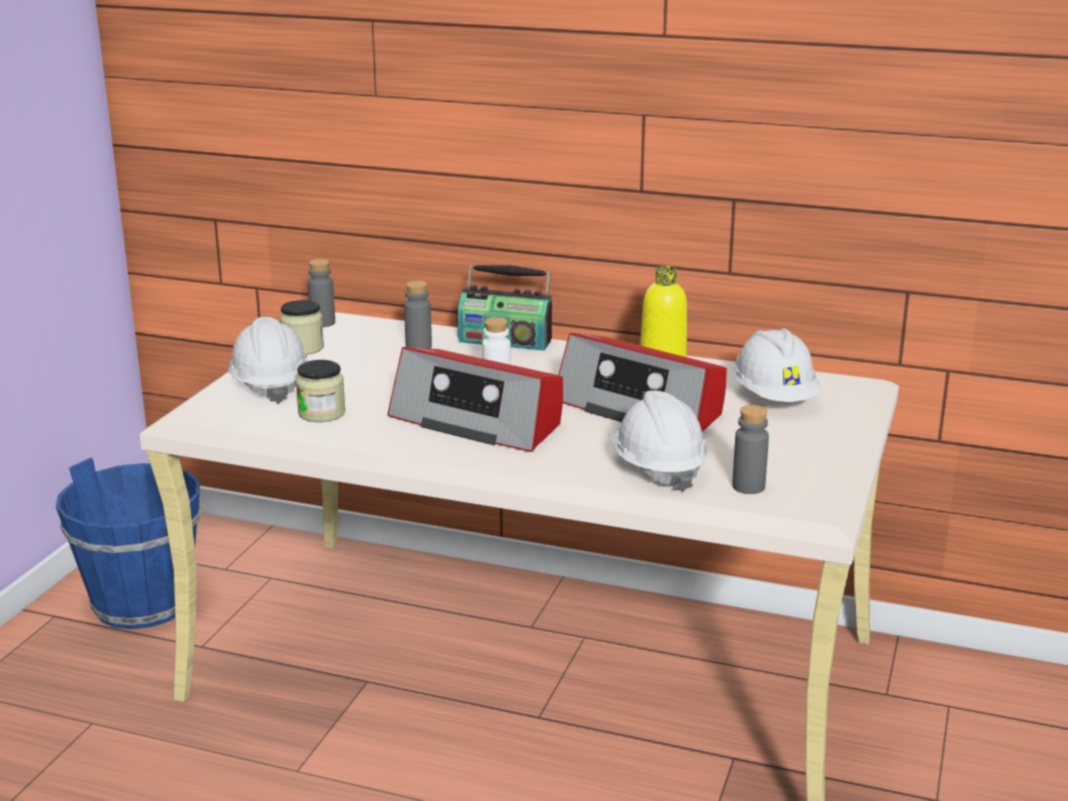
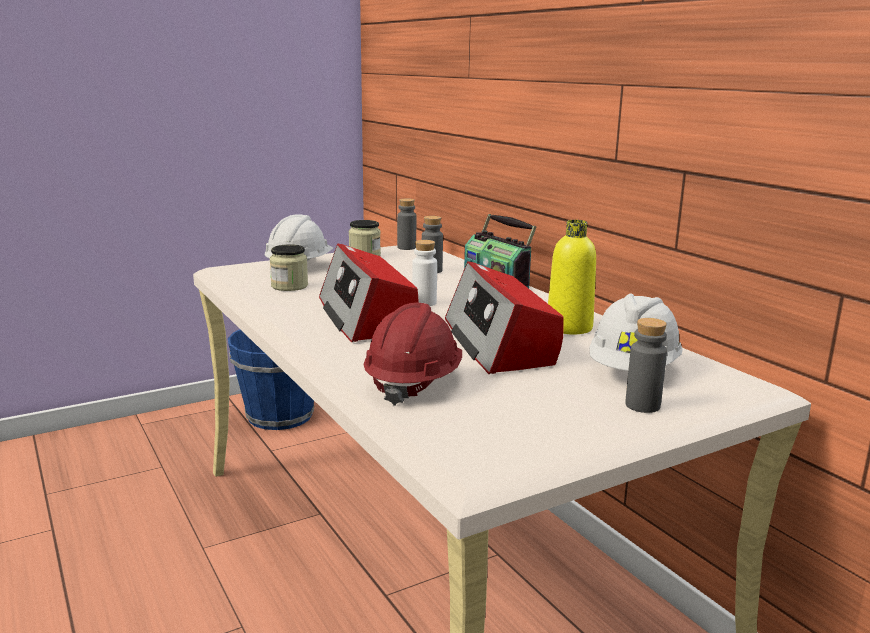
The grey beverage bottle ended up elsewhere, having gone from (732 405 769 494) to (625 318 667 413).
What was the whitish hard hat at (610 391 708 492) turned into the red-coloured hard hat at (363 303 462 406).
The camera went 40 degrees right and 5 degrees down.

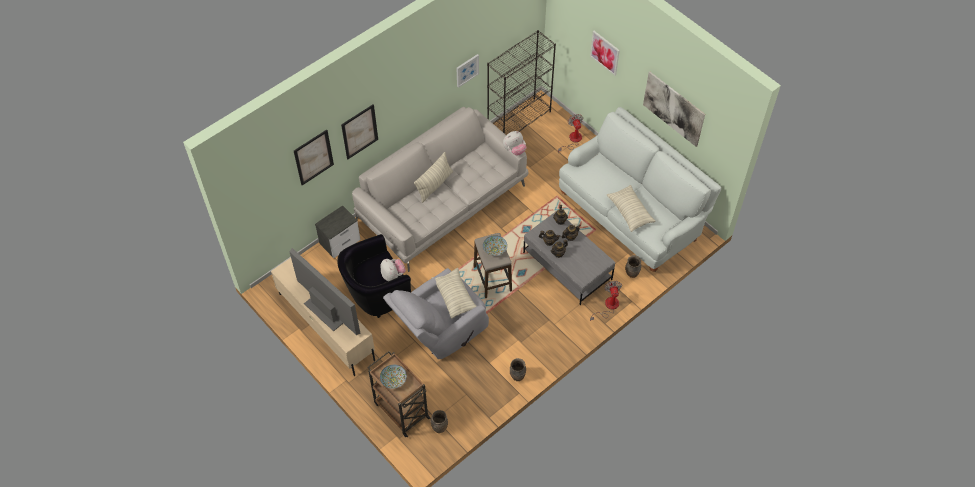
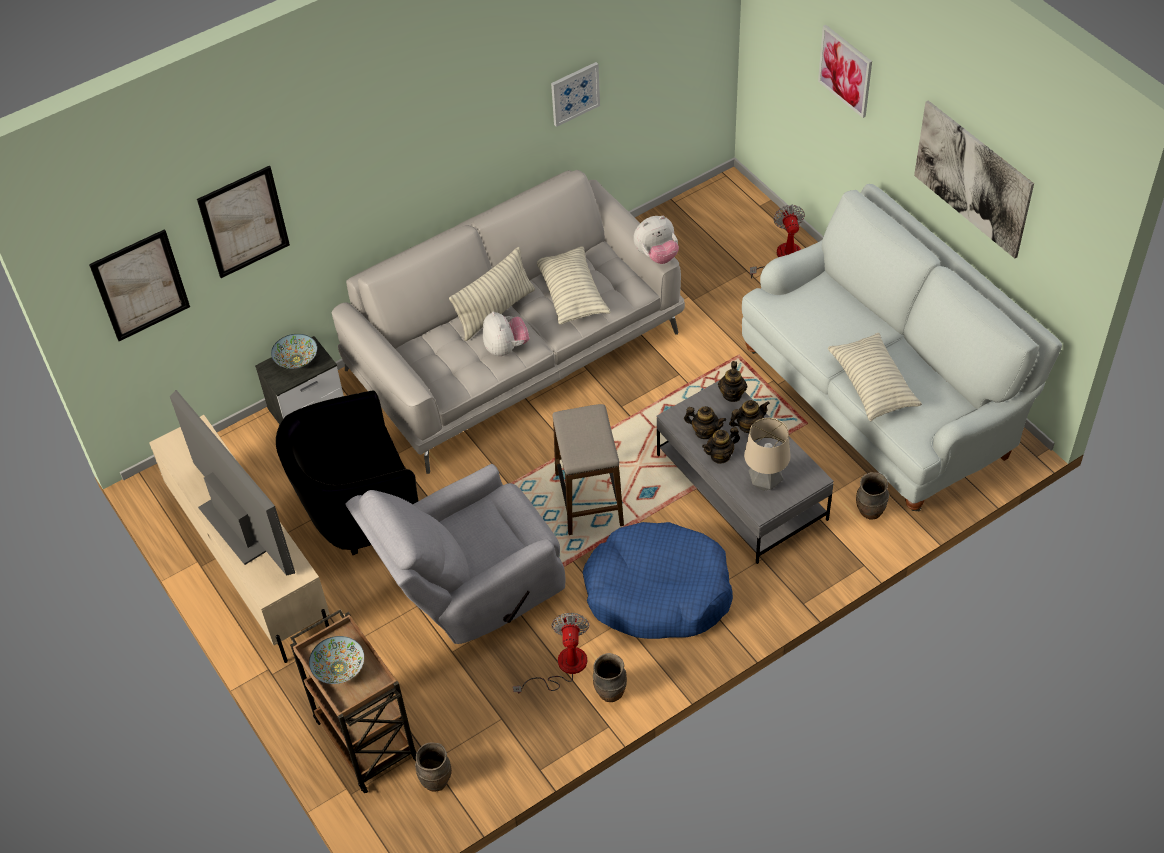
The second view lost the black-coloured bookshelf at (487 30 556 134).
The second view gained the blue-coloured dog bed at (583 522 733 639).
The second view gained the table lamp at (744 418 791 491).
The wall art ended up elsewhere, having gone from (341 104 378 159) to (89 229 190 341).
The cuddly toy ended up elsewhere, having gone from (381 259 406 281) to (483 311 529 356).
The throw pillow ended up elsewhere, having gone from (432 268 476 319) to (537 246 611 324).
The deep dish ended up elsewhere, having gone from (483 235 507 256) to (271 334 317 369).
The fan ended up elsewhere, having gone from (590 281 622 321) to (513 613 590 694).
The camera went 10 degrees right and 5 degrees down.

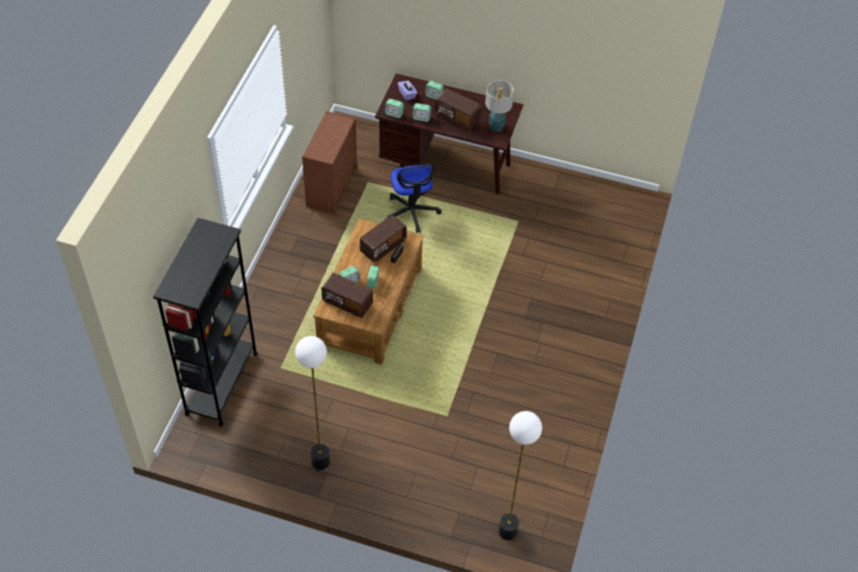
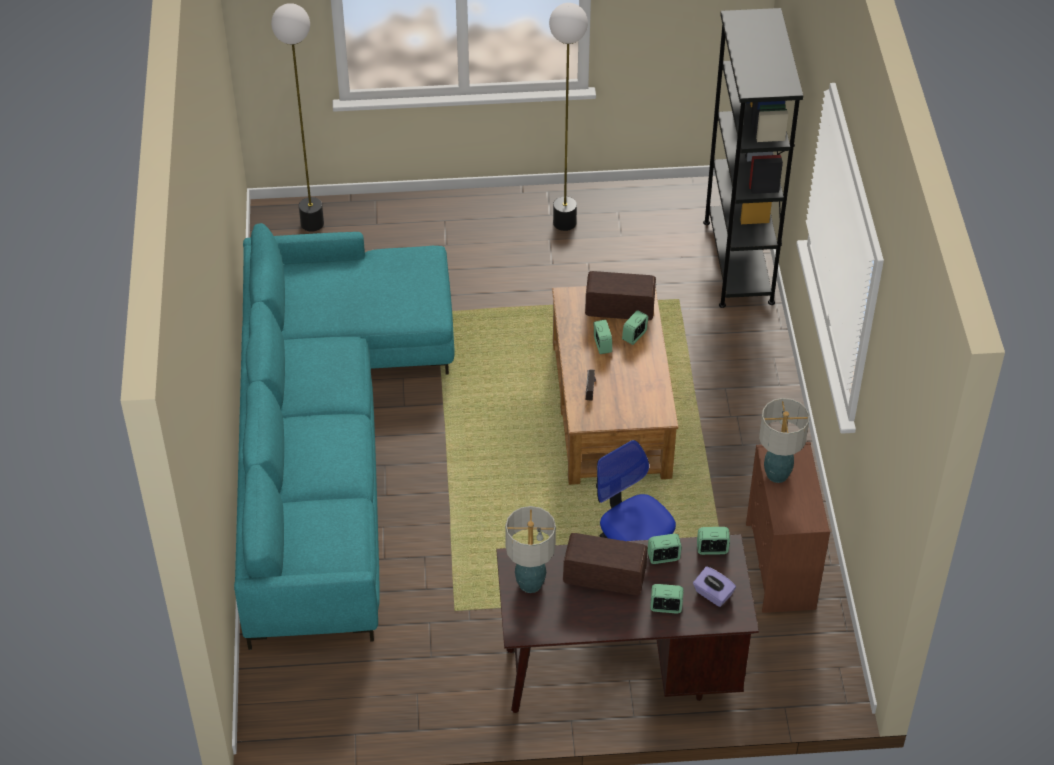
The second view lost the radio at (360 215 407 263).
The second view gained the turquoise settee at (234 223 455 650).
The second view gained the table lamp at (759 398 810 483).
The camera went 160 degrees right and 5 degrees down.

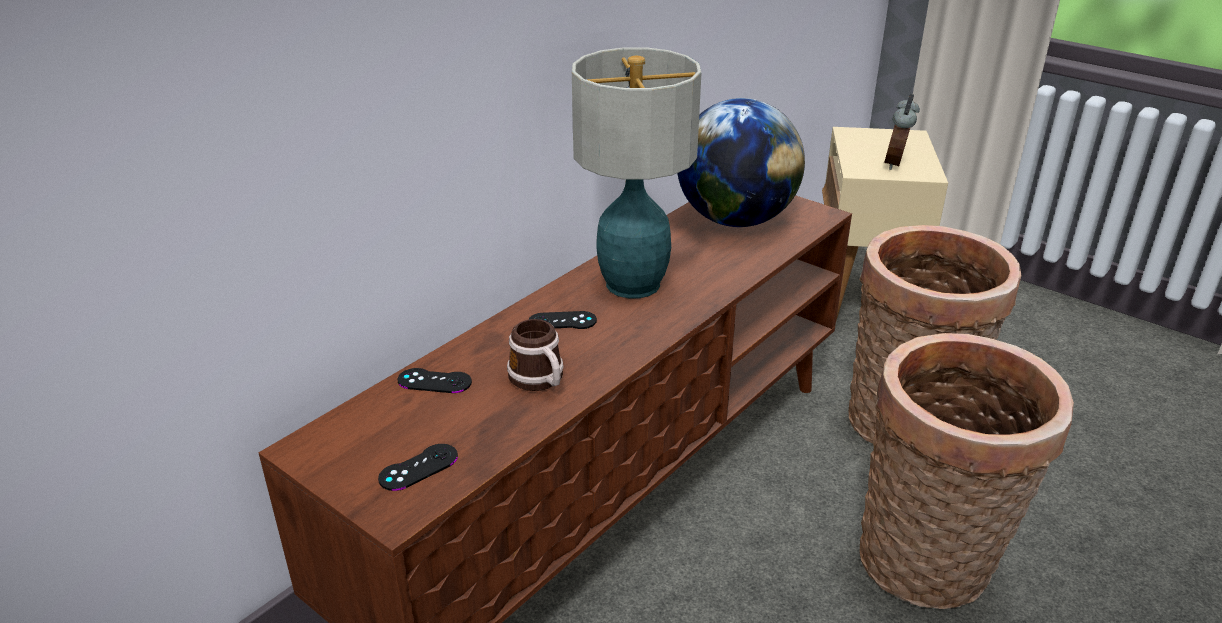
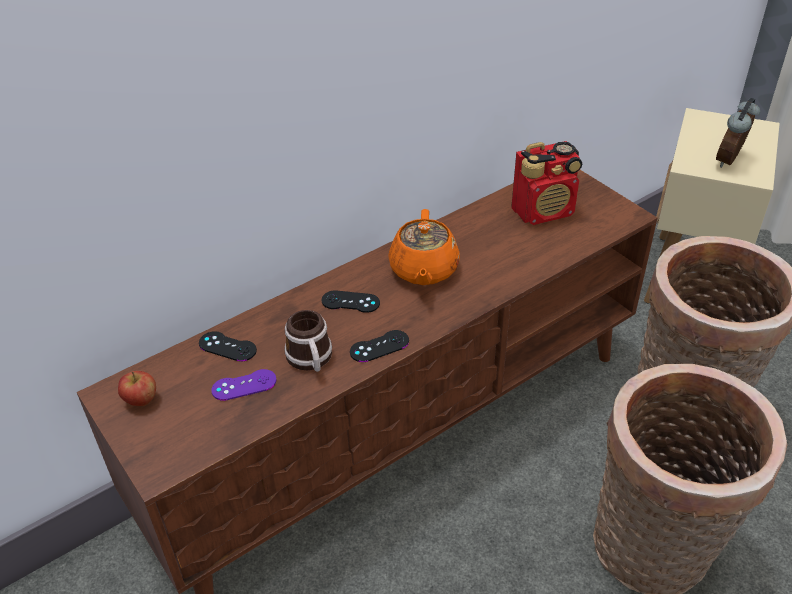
The second view gained the whole apple at (118 371 156 406).
The second view gained the purple joypad at (211 369 276 401).
The black-coloured joypad ended up elsewhere, having gone from (378 444 458 491) to (350 330 409 362).
Where the table lamp stood at (572 47 702 298), the orange-coloured teapot came to stand at (388 209 460 285).
Where the desk globe stood at (677 98 805 227), the radio came to stand at (511 141 582 225).
The camera went 15 degrees right and 10 degrees up.

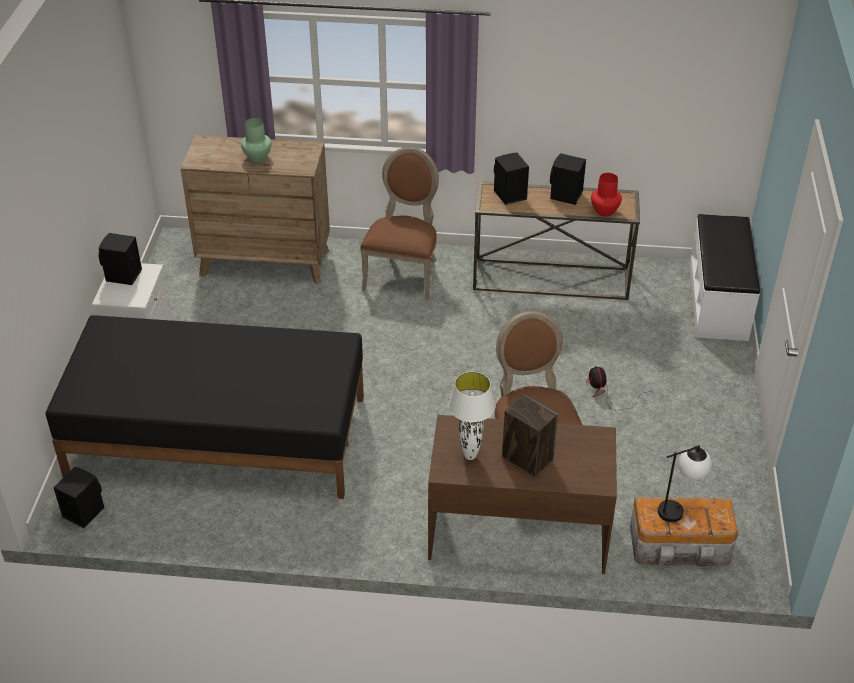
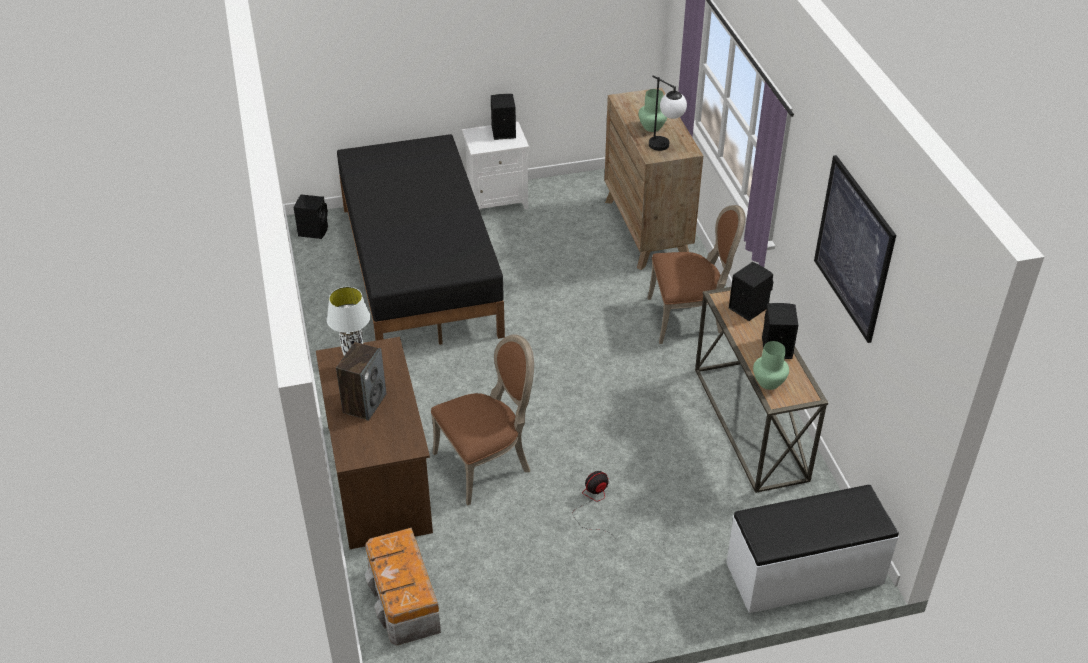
The second view gained the wall art at (814 155 896 343).
The table lamp ended up elsewhere, having gone from (658 445 712 522) to (649 76 687 151).
What was the red-coloured decorative vase at (591 173 622 217) turned into the greenish decorative vase at (753 341 789 390).
The camera went 70 degrees right and 0 degrees up.

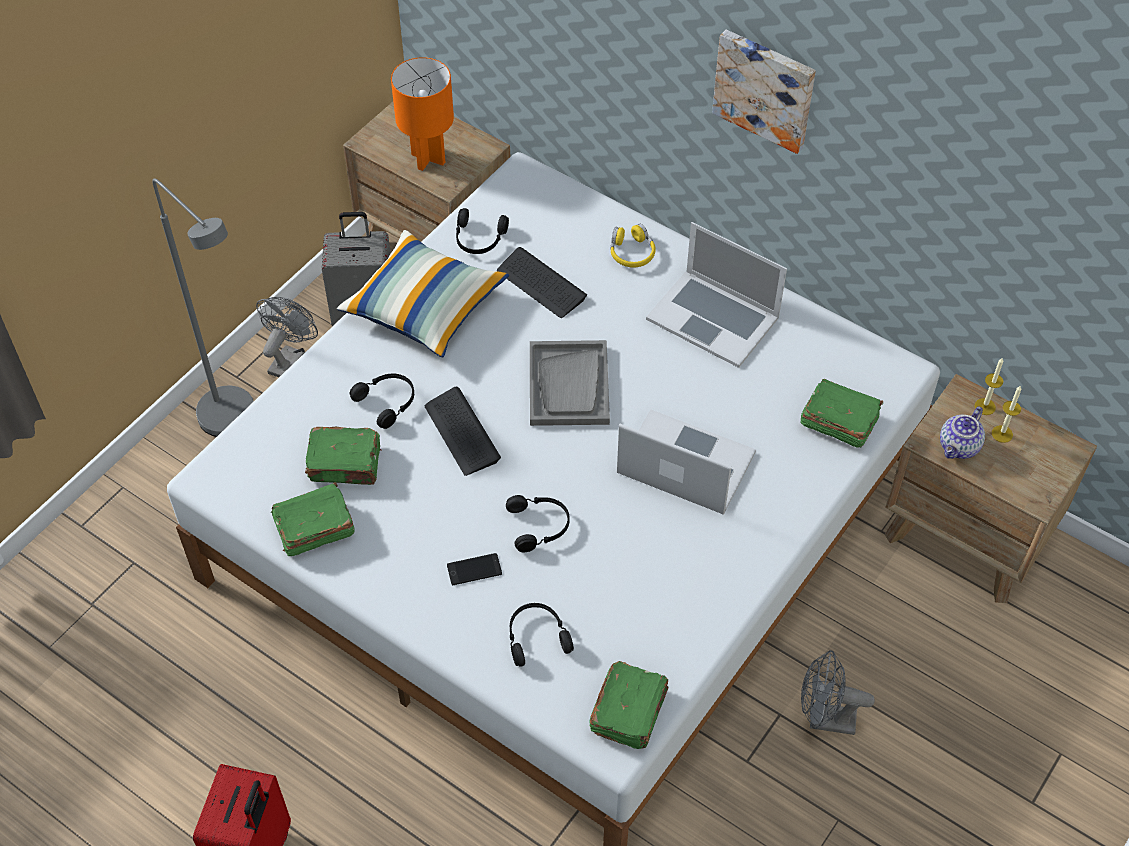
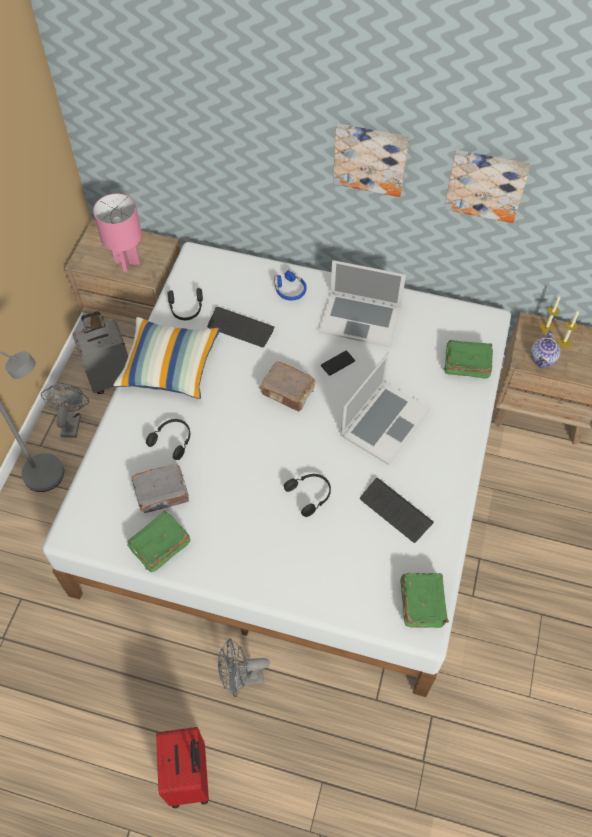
The second view lost the black-coloured headset at (510 603 574 667).
The second view gained the wall art at (444 150 531 223).
The PC keyboard ended up elsewhere, having gone from (425 387 501 476) to (360 478 434 543).
The phone ended up elsewhere, having gone from (447 553 502 585) to (321 351 355 376).
The grey fan ended up elsewhere, having gone from (801 650 875 735) to (218 638 269 697).
Where the grey tray stood at (530 340 610 426), the brownish book came to stand at (259 361 316 412).
What was the greenish book at (305 427 381 485) turned into the grey book at (132 464 189 513).
What was the orange-coloured table lamp at (391 57 454 171) turned into the pink table lamp at (93 194 142 272).
What was the yellowish headset at (611 223 656 268) turned into the blue-coloured headset at (274 269 307 300).
The notebook computer at (617 409 756 514) ended up facing another way, 120 degrees clockwise from before.
The camera went 20 degrees left and 5 degrees up.

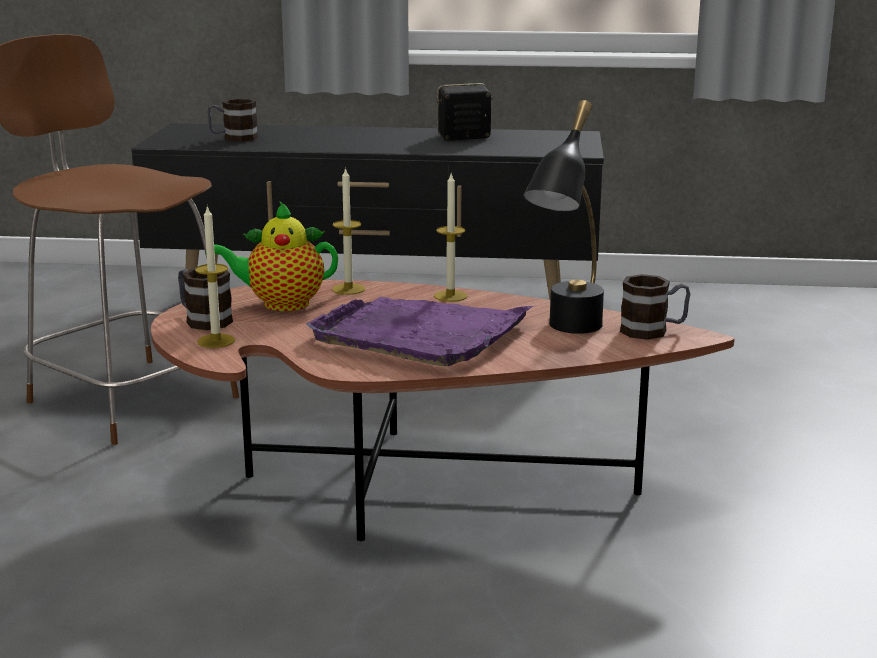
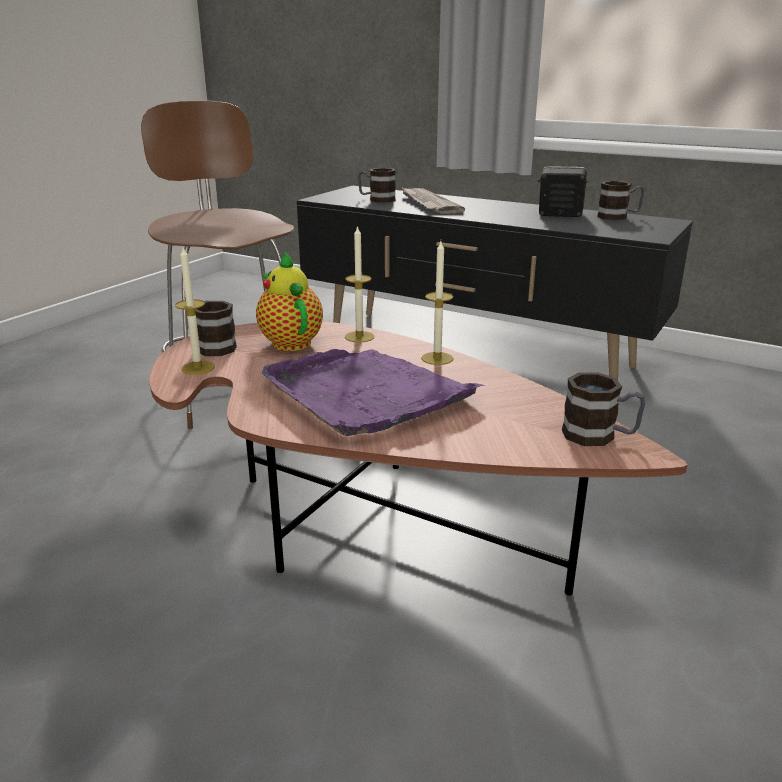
The second view lost the black-coloured table lamp at (524 100 604 334).
The second view gained the daily paper at (401 187 465 214).
The second view gained the coffee mug at (597 181 644 220).
The teapot at (214 201 338 311) ended up facing another way, 45 degrees clockwise from before.
The camera went 25 degrees right and 5 degrees up.

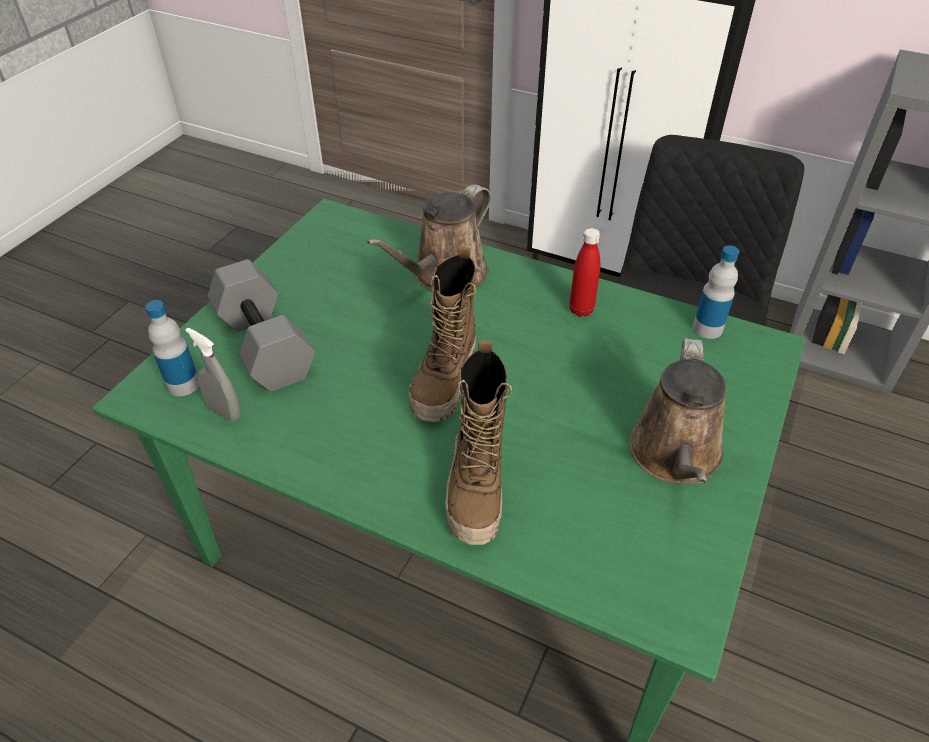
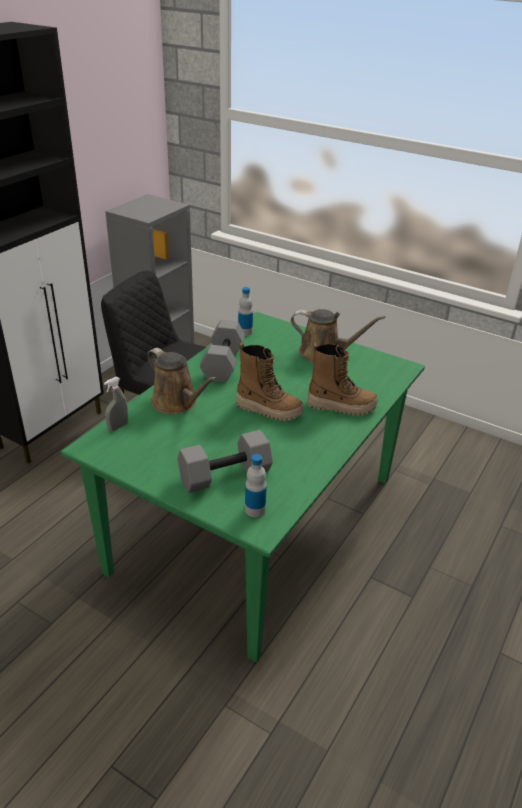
The grey spray bottle ended up elsewhere, having gone from (186 328 241 422) to (104 377 128 431).
Where the red-coloured beverage bottle stood at (569 228 600 317), the grey hand weight came to stand at (200 320 245 382).
The camera went 85 degrees left and 10 degrees down.

